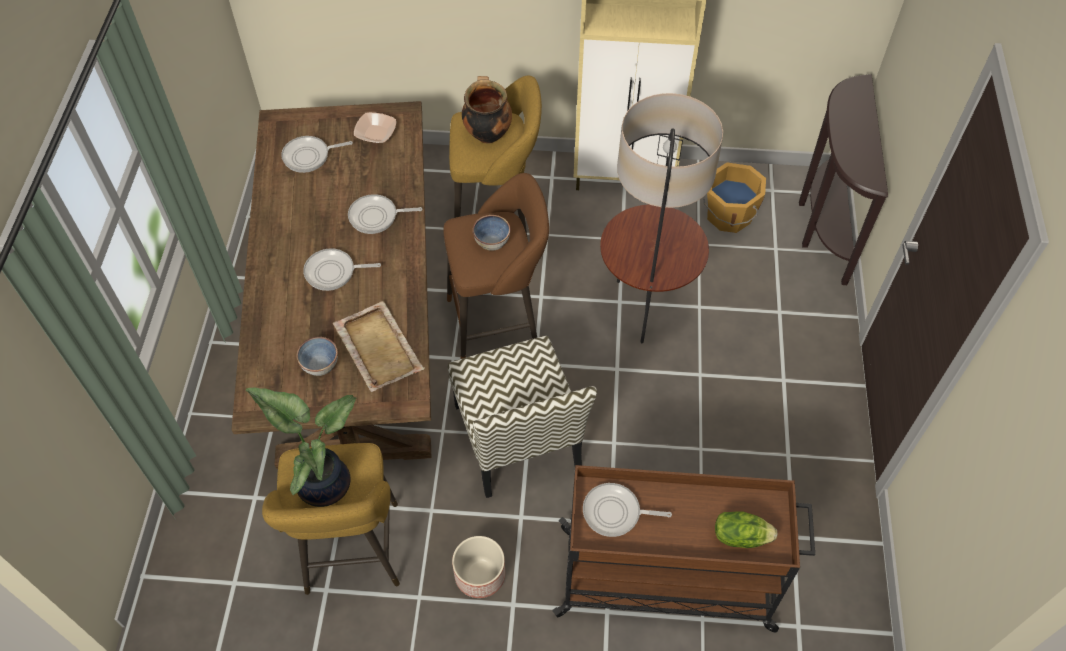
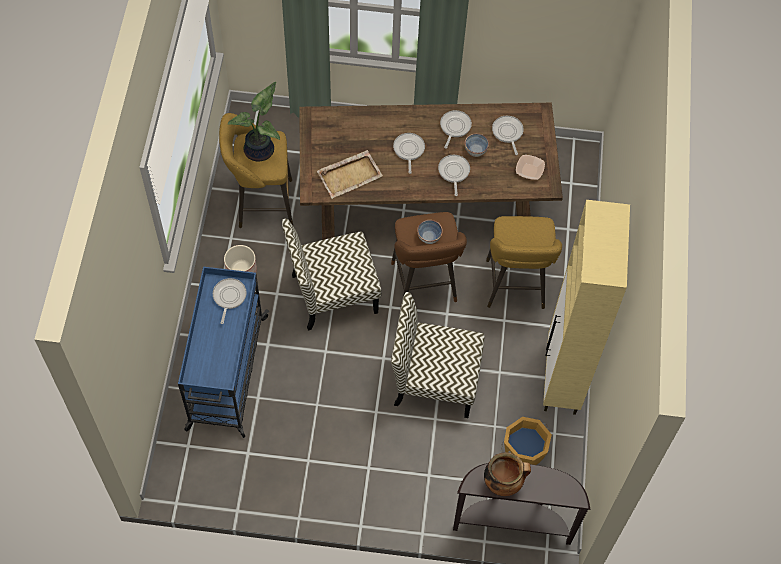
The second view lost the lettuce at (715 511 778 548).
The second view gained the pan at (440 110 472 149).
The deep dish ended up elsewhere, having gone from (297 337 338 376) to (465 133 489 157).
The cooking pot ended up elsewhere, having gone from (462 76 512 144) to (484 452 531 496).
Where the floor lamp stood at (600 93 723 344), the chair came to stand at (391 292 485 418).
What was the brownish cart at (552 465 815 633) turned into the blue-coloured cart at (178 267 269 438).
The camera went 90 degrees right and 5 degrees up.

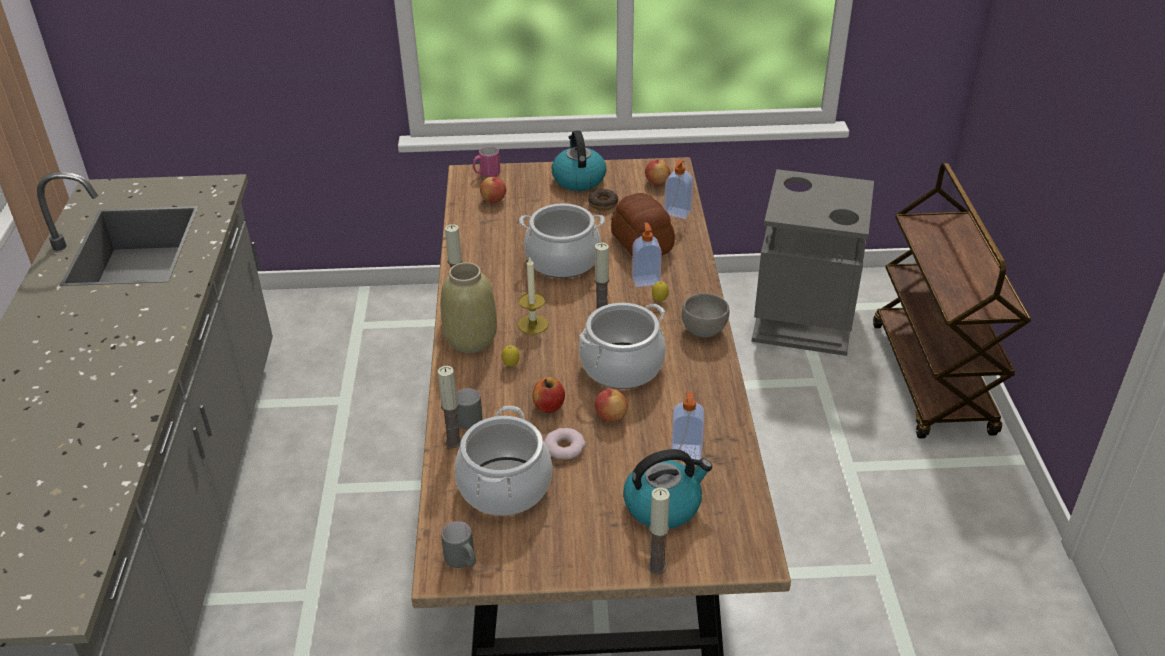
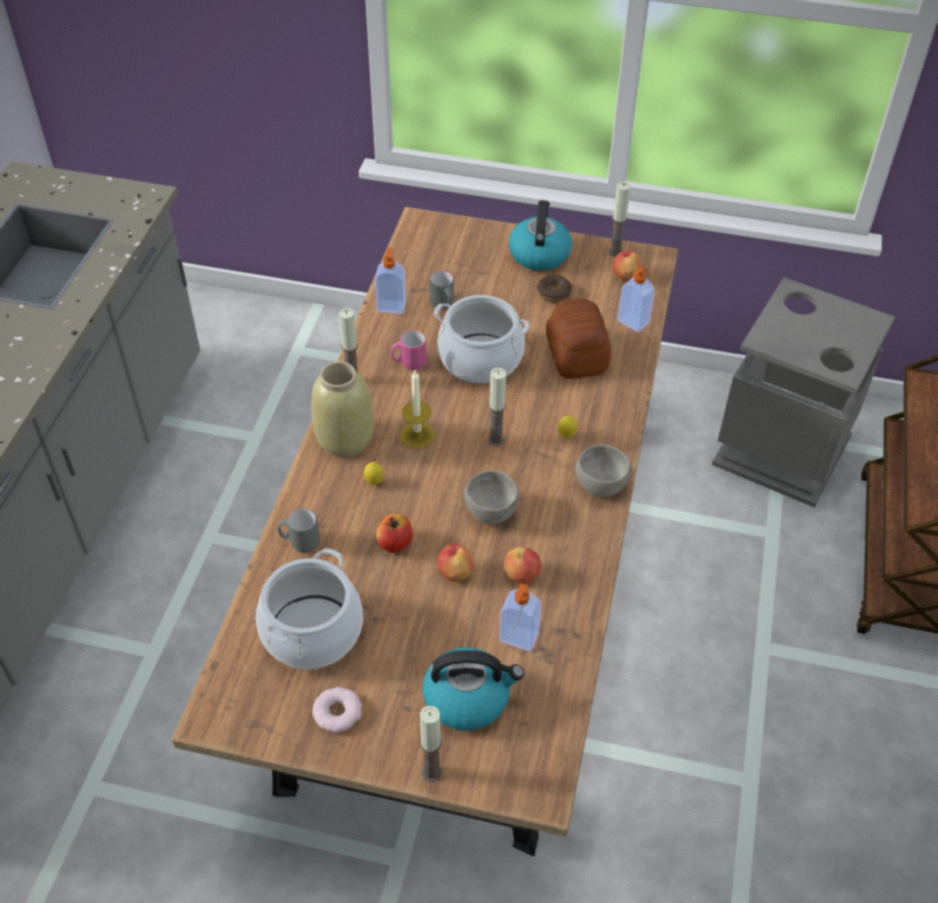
The candle ended up elsewhere, having gone from (438 366 462 448) to (608 182 631 257).
The grey coffee mug ended up elsewhere, having gone from (441 521 476 568) to (429 271 454 309).
The pink coffee mug ended up elsewhere, having gone from (473 146 500 177) to (391 330 427 370).
The whole apple ended up elsewhere, having gone from (480 177 506 203) to (504 547 541 584).
The ring doughnut ended up elsewhere, having gone from (544 428 586 460) to (312 687 362 733).
The liquid soap bottle ended up elsewhere, having gone from (632 222 662 287) to (375 247 406 314).
Where the cooking pot stood at (579 303 666 389), the grey deep dish came to stand at (464 471 519 524).
The camera went 15 degrees right and 10 degrees up.

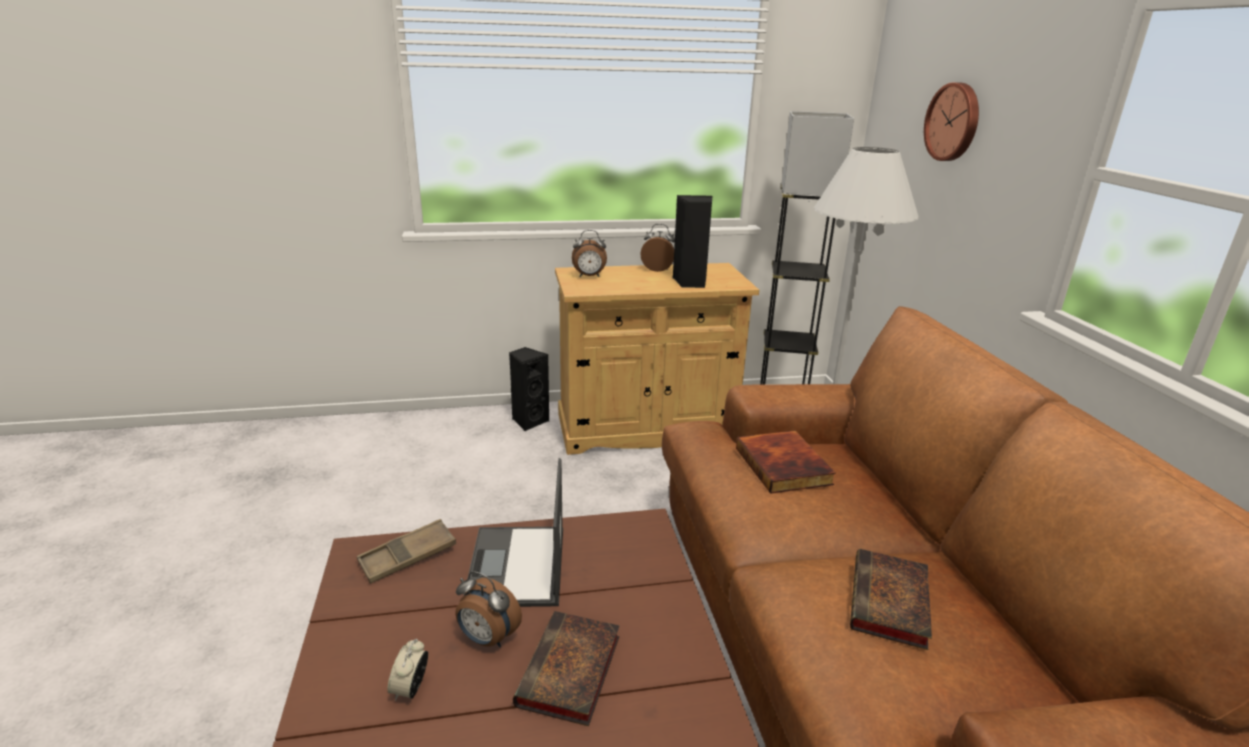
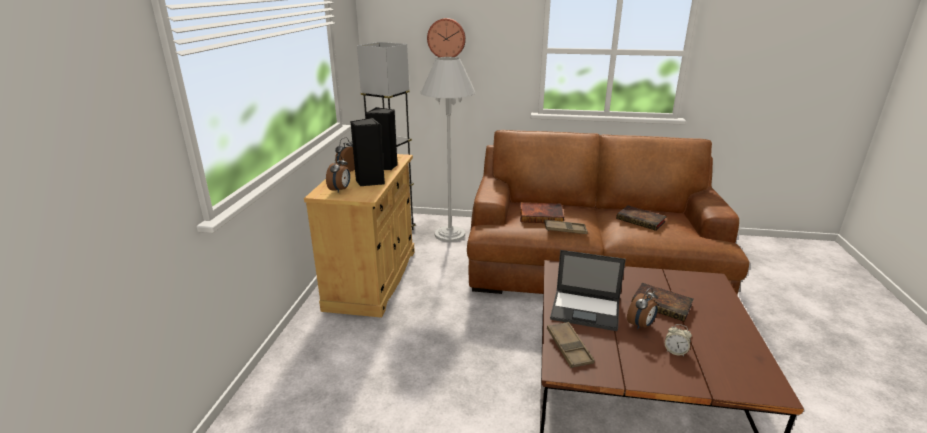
The second view gained the brownish tray at (544 220 588 234).
The black-coloured loudspeaker ended up elsewhere, having gone from (509 347 550 431) to (350 118 385 186).
The camera went 70 degrees left and 0 degrees up.

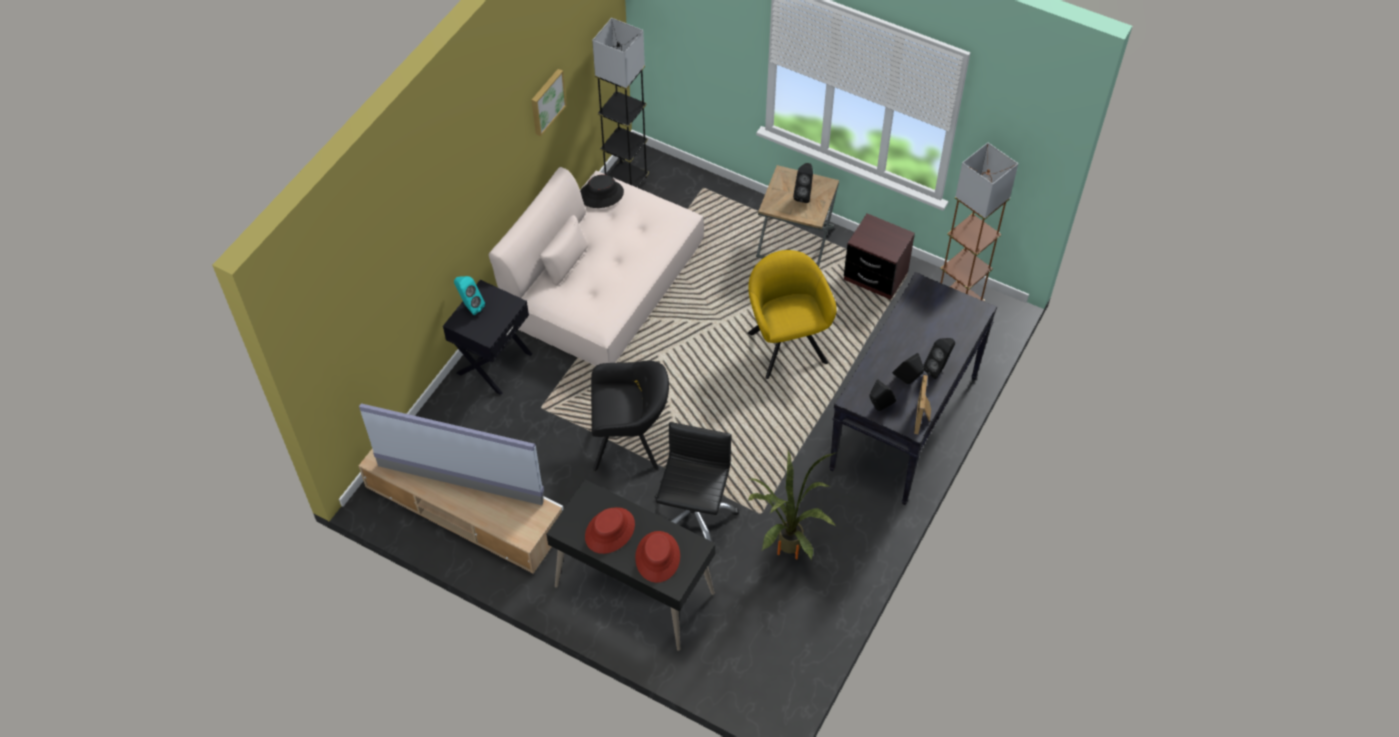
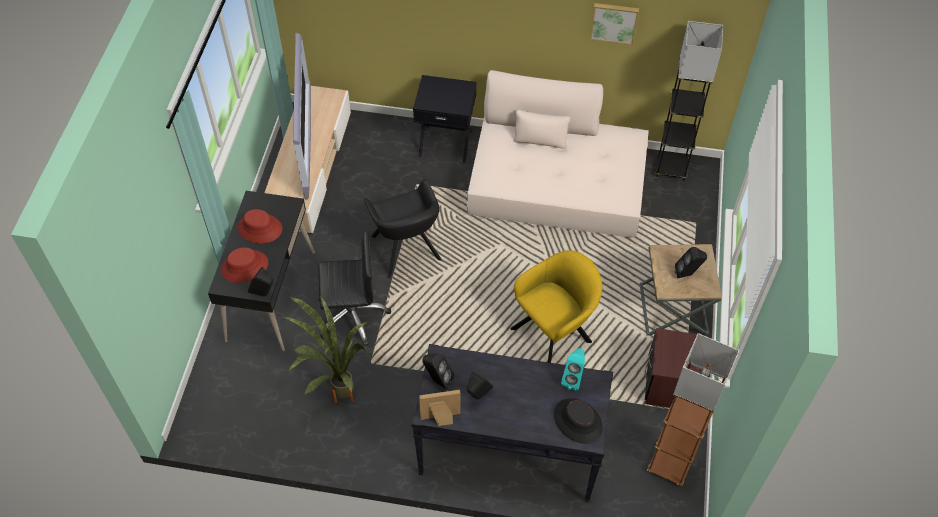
The turquoise loudspeaker ended up elsewhere, having gone from (454 276 485 315) to (561 348 585 391).
The black-coloured wearable hat ended up elsewhere, having gone from (580 174 624 208) to (554 398 603 444).
The black-coloured loudspeaker ended up elsewhere, having gone from (923 338 955 379) to (248 267 273 296).
The camera went 70 degrees right and 0 degrees up.

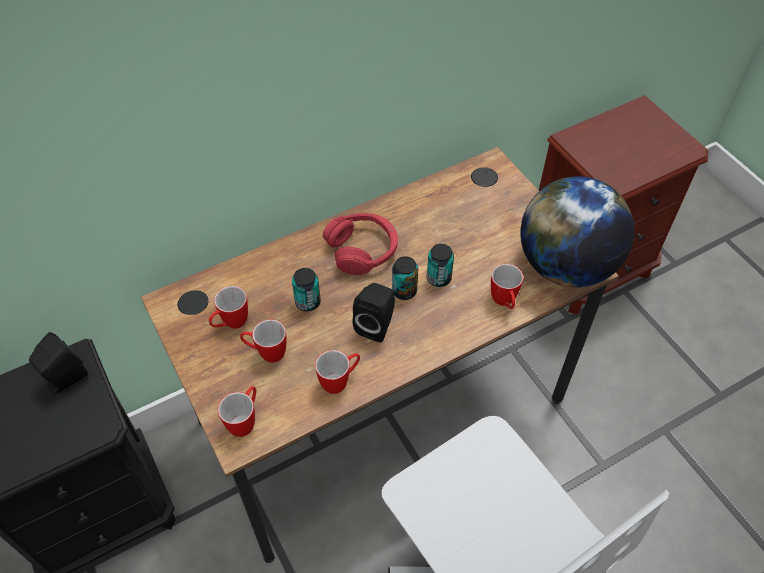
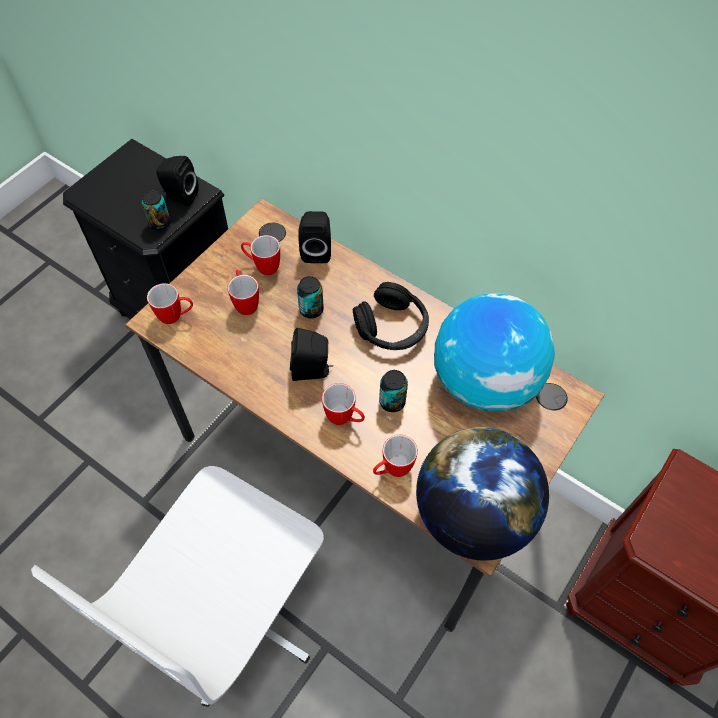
The second view gained the black-coloured loudspeaker at (298 211 331 263).
The second view gained the desk globe at (434 293 555 412).
The coffee mug ended up elsewhere, having gone from (315 350 360 394) to (322 383 365 425).
The sealed can ended up elsewhere, having gone from (392 256 418 300) to (142 191 171 231).
What was the red-coloured headset at (323 213 398 275) turned into the black-coloured headset at (353 282 429 350).
The camera went 65 degrees right and 5 degrees up.

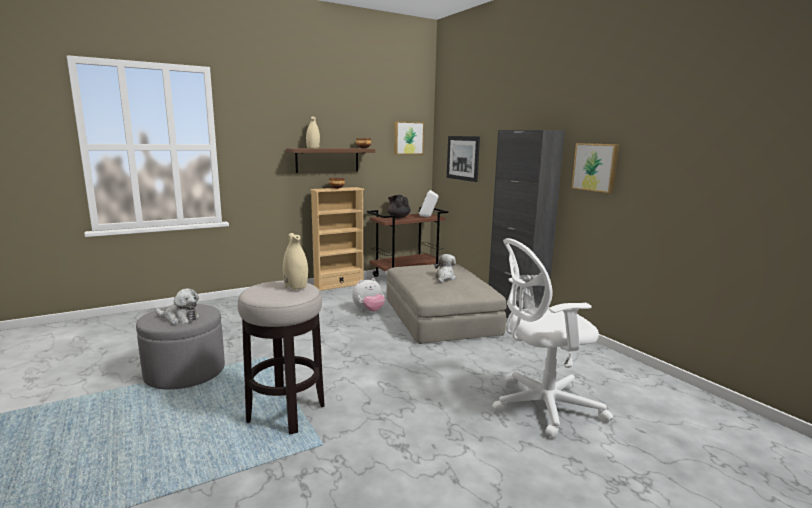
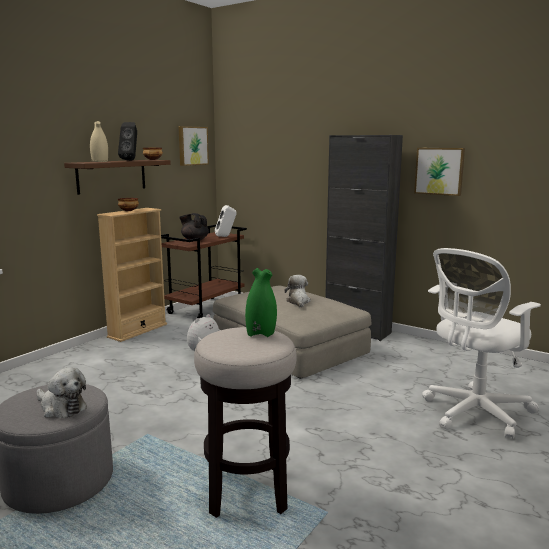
The second view lost the wall art at (447 136 480 182).
The second view gained the black-coloured loudspeaker at (118 122 137 161).
What was the beige decorative vase at (283 233 308 290) turned into the greenish decorative vase at (245 268 277 337).
The cuddly toy at (156 288 200 324) ended up facing another way, 45 degrees clockwise from before.
The camera went 25 degrees left and 0 degrees up.

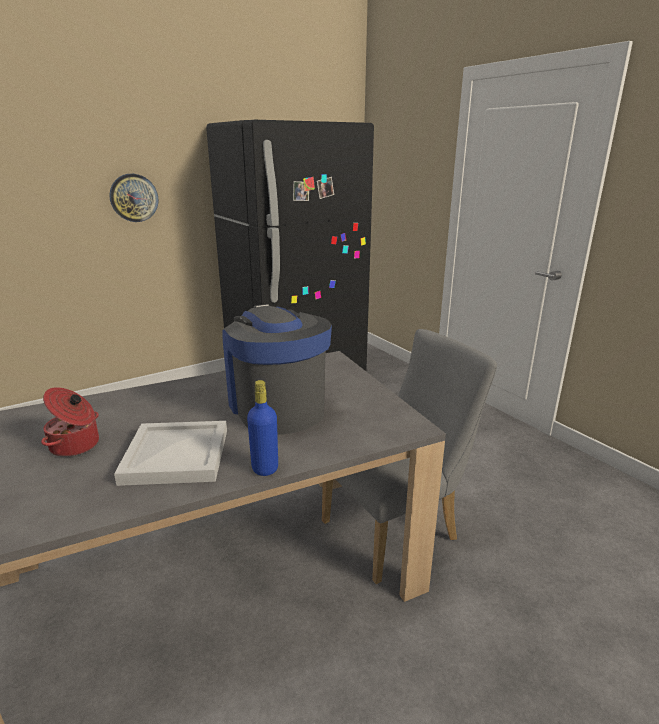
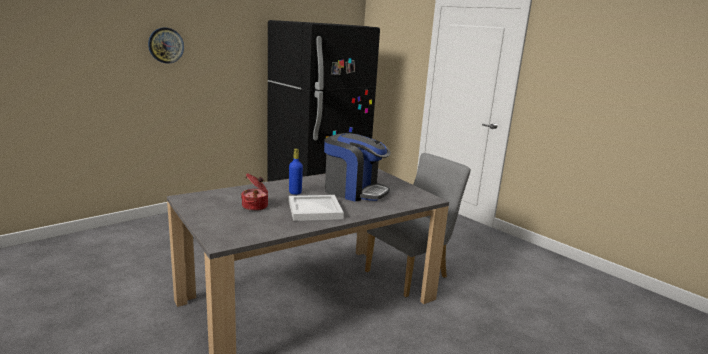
The clock on the wall ended up elsewhere, having gone from (109 174 158 222) to (148 27 184 64).
The blue-coloured beverage bottle ended up elsewhere, having gone from (247 380 278 476) to (289 149 303 195).
The coffee brewer at (222 304 332 435) ended up facing another way, 150 degrees clockwise from before.
The camera went 10 degrees left and 5 degrees down.

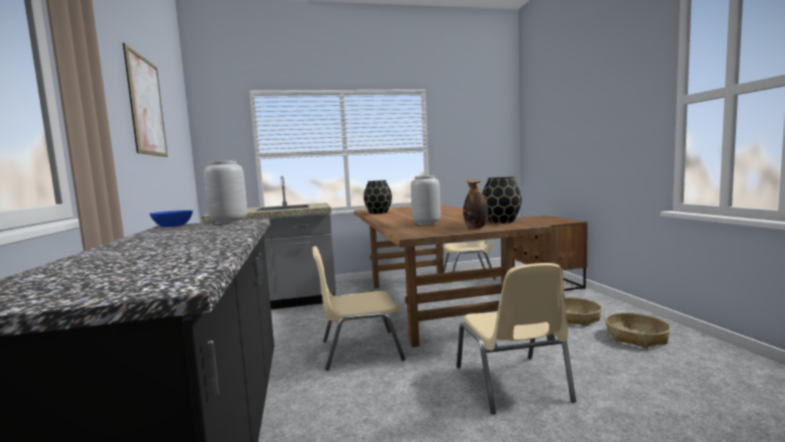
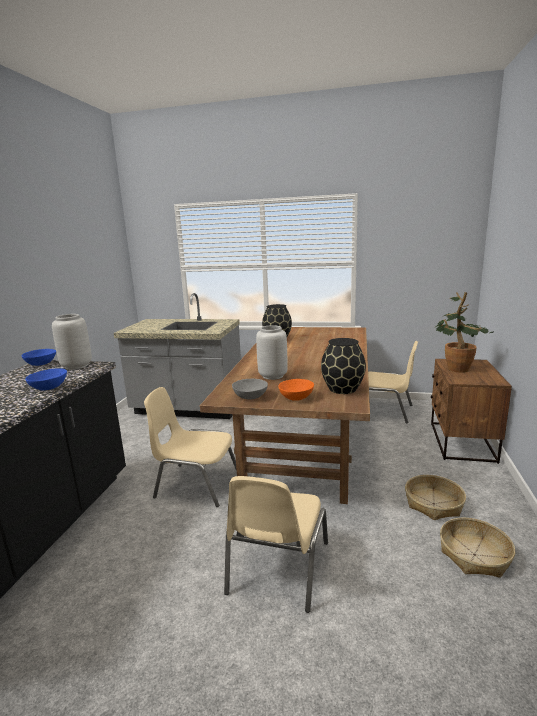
The second view lost the wall art at (123 43 168 157).
The second view gained the blue-coloured deep dish at (25 368 67 390).
The second view gained the grey deep dish at (232 379 268 399).
The second view gained the potted plant at (434 292 493 373).
Where the beverage bottle stood at (463 180 488 228), the orange-coloured deep dish came to stand at (278 379 314 401).
The camera went 25 degrees right and 10 degrees up.

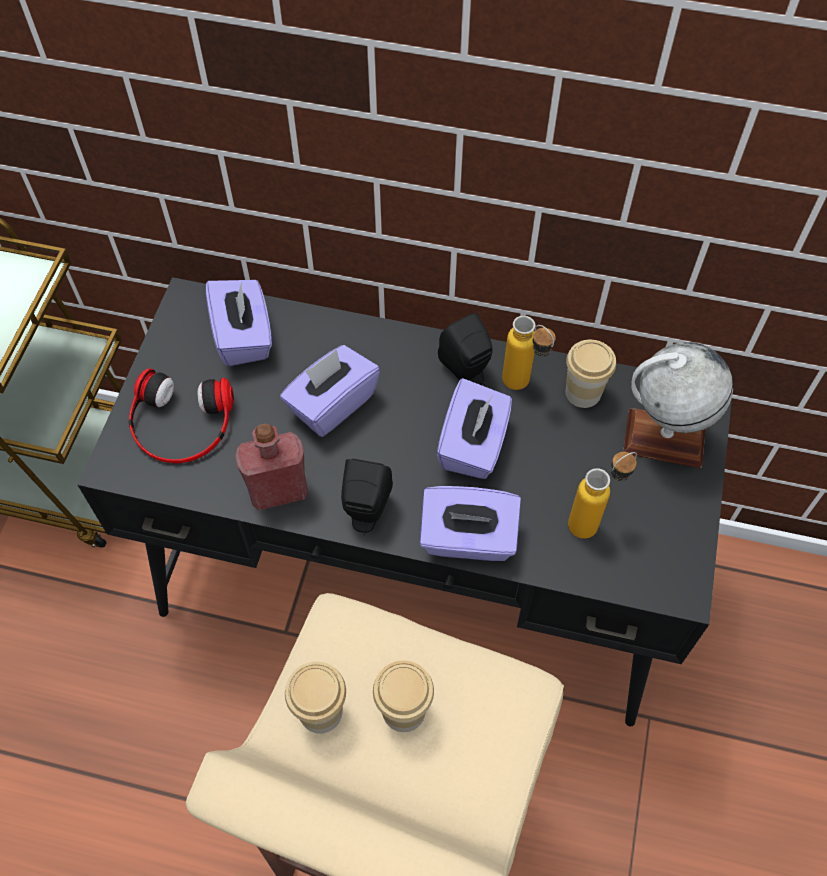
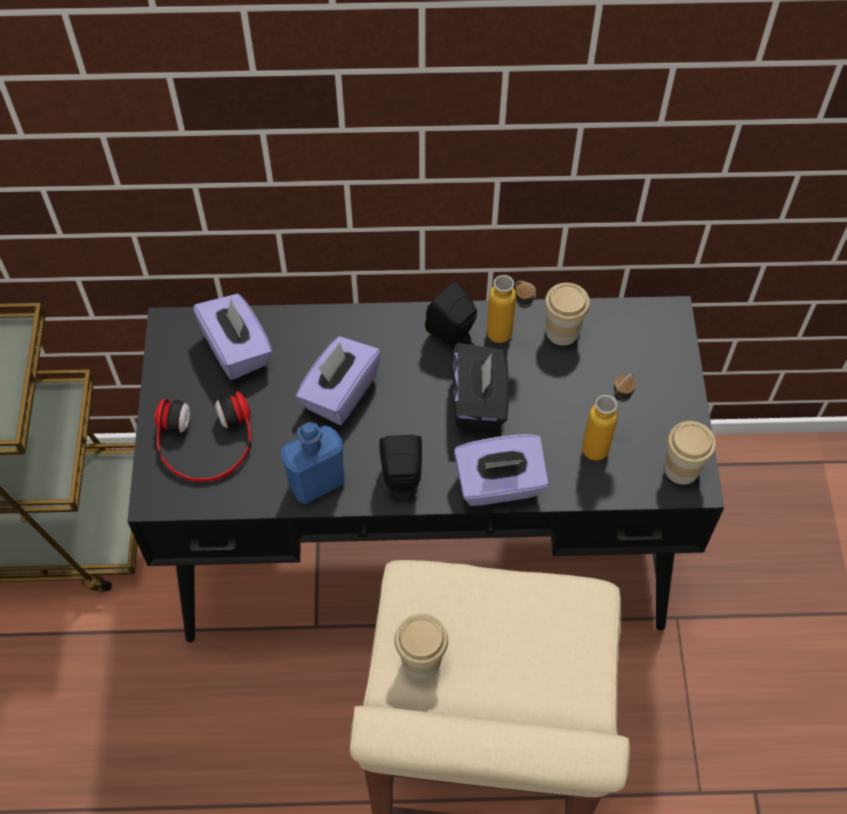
The second view lost the desk globe at (623 342 733 468).
The small cup ended up elsewhere, having gone from (373 660 434 732) to (664 421 716 485).
What was the red-coloured beverage bottle at (235 424 308 510) turned into the blue-coloured beverage bottle at (281 422 345 504).
What was the purple tissue box at (437 378 512 479) turned into the black-coloured tissue box at (453 343 509 429).
The camera went 15 degrees left and 0 degrees up.

